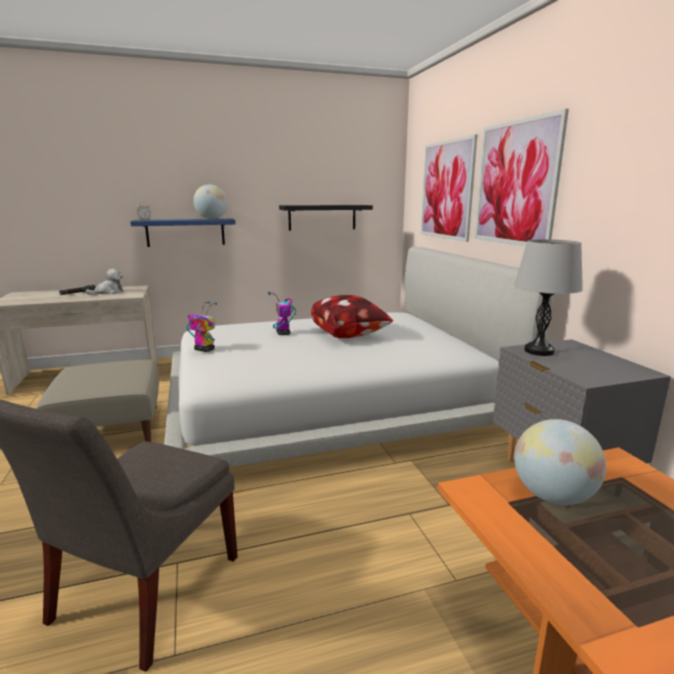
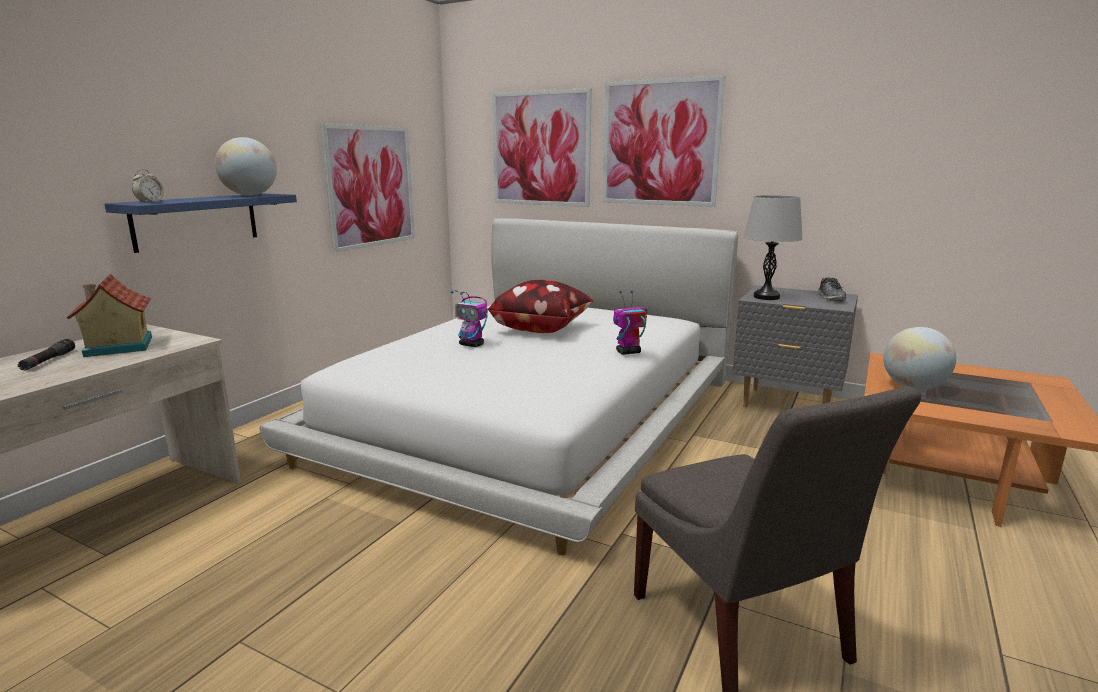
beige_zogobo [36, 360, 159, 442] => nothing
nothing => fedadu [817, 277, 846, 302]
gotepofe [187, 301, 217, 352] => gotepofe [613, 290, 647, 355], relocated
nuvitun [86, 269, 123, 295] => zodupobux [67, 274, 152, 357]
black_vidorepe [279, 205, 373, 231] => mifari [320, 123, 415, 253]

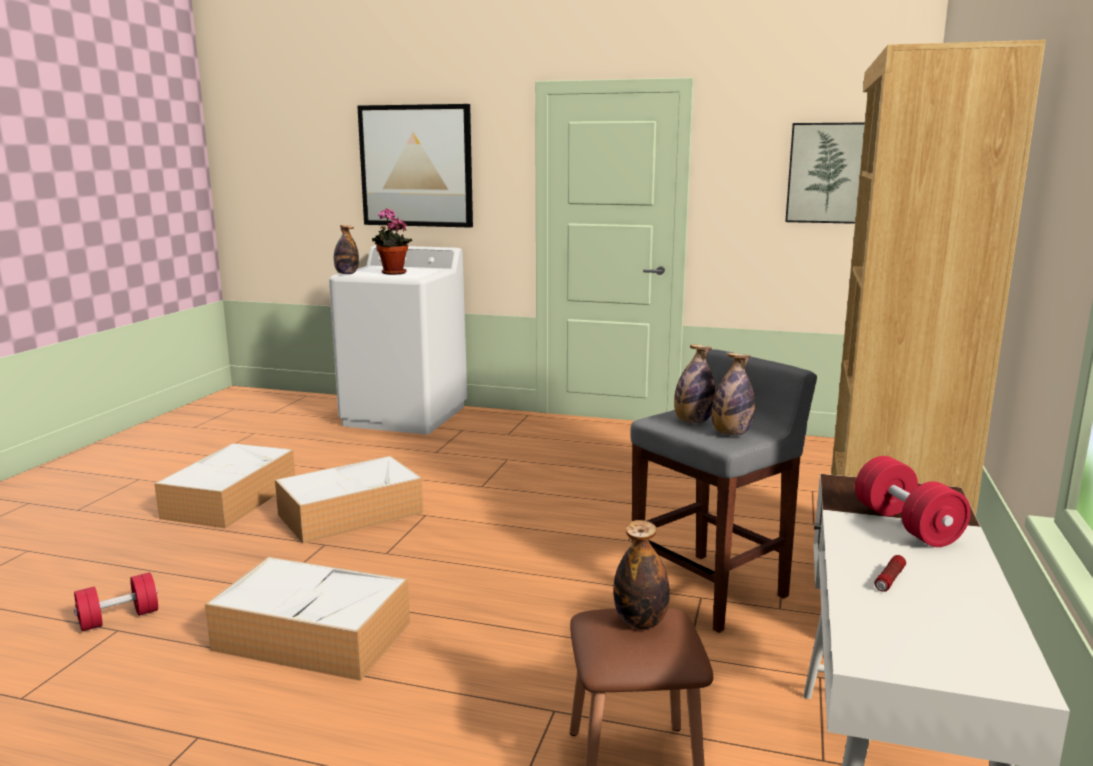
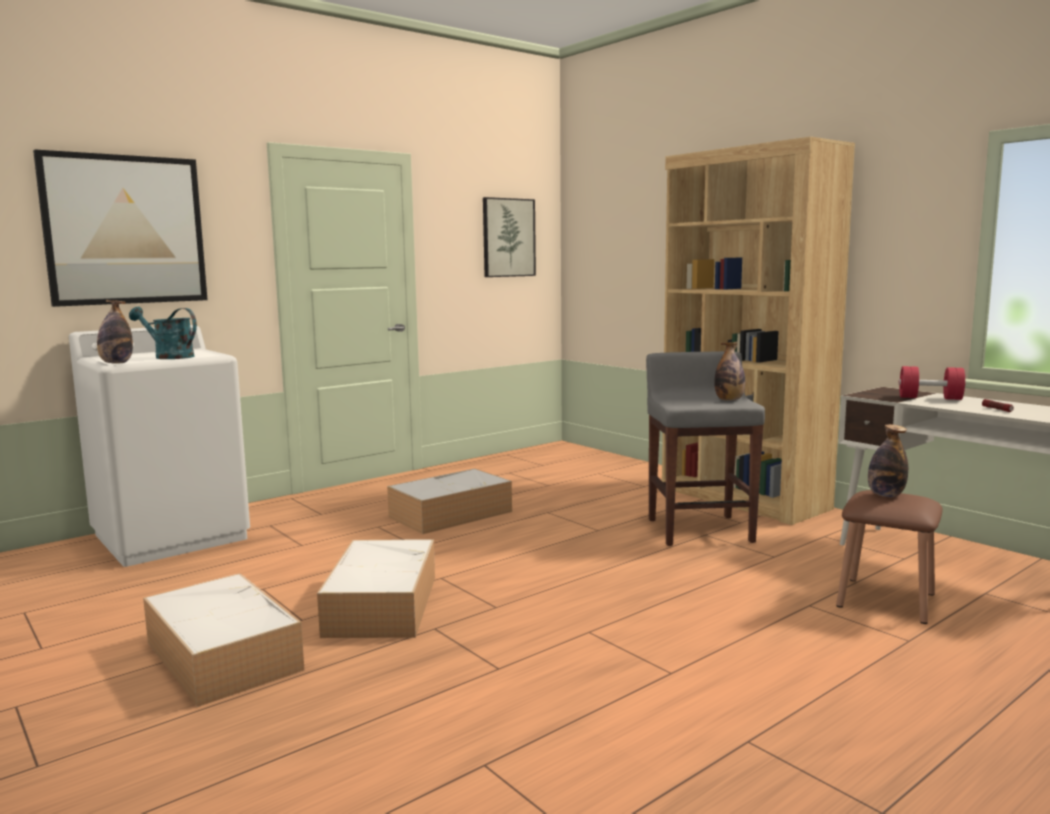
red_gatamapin [74, 572, 158, 632] => nothing
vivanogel [674, 345, 715, 424] => nothing
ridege [205, 557, 410, 681] => ridege [387, 468, 512, 534], relocated
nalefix [372, 208, 412, 275] => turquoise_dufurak [129, 307, 197, 359]

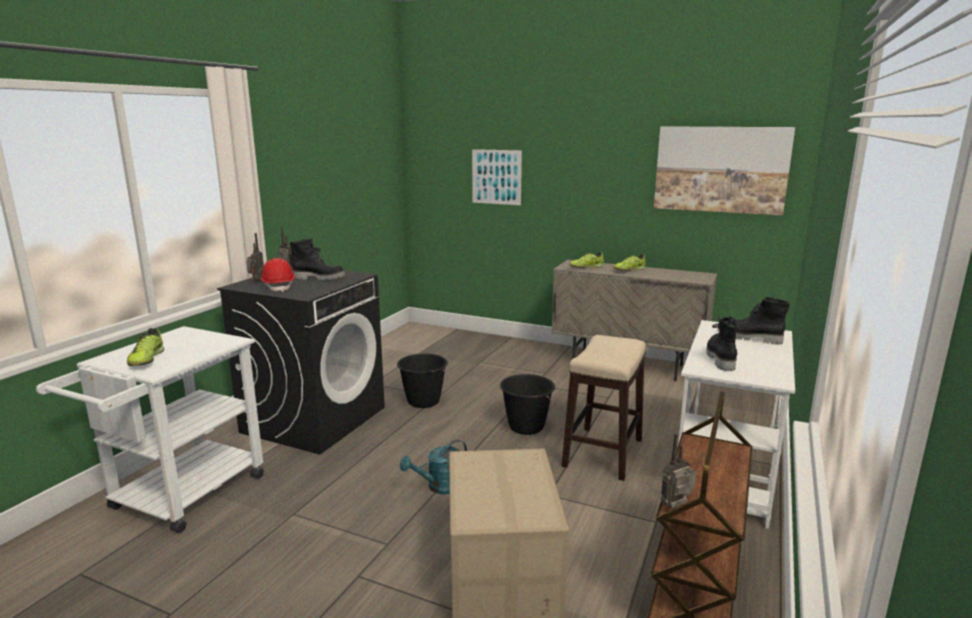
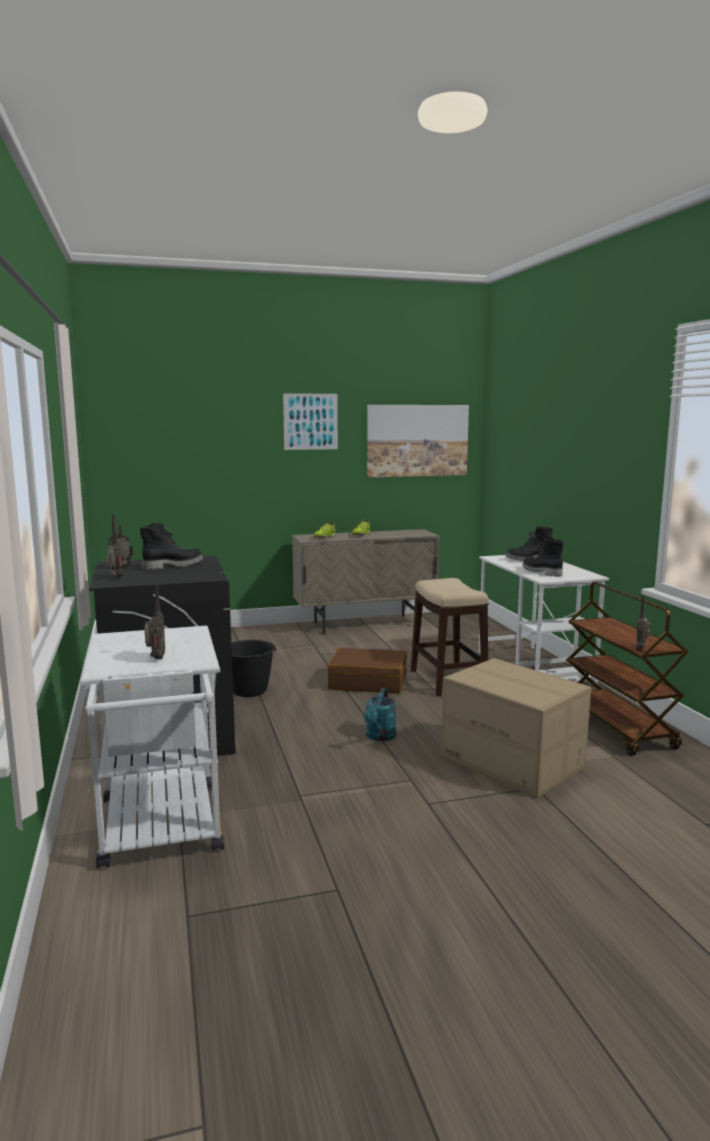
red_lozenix [260, 258, 295, 292] => nothing
mifari [472, 149, 522, 205] => mifari [283, 393, 338, 450], relocated
fedadu [127, 328, 164, 366] => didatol [144, 585, 165, 659]
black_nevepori [500, 374, 555, 435] => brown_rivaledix [327, 648, 407, 693]

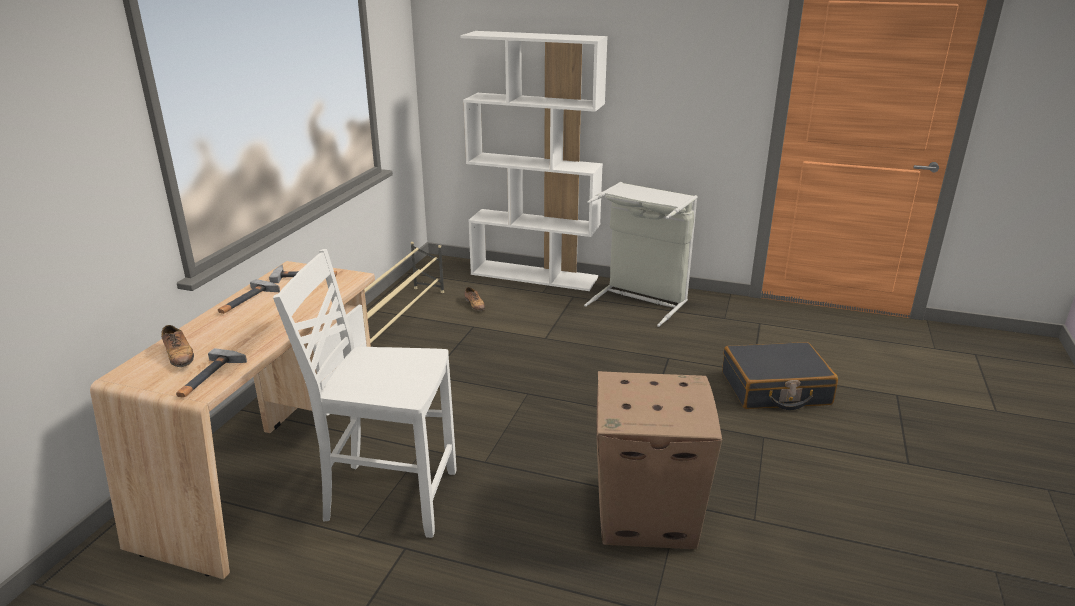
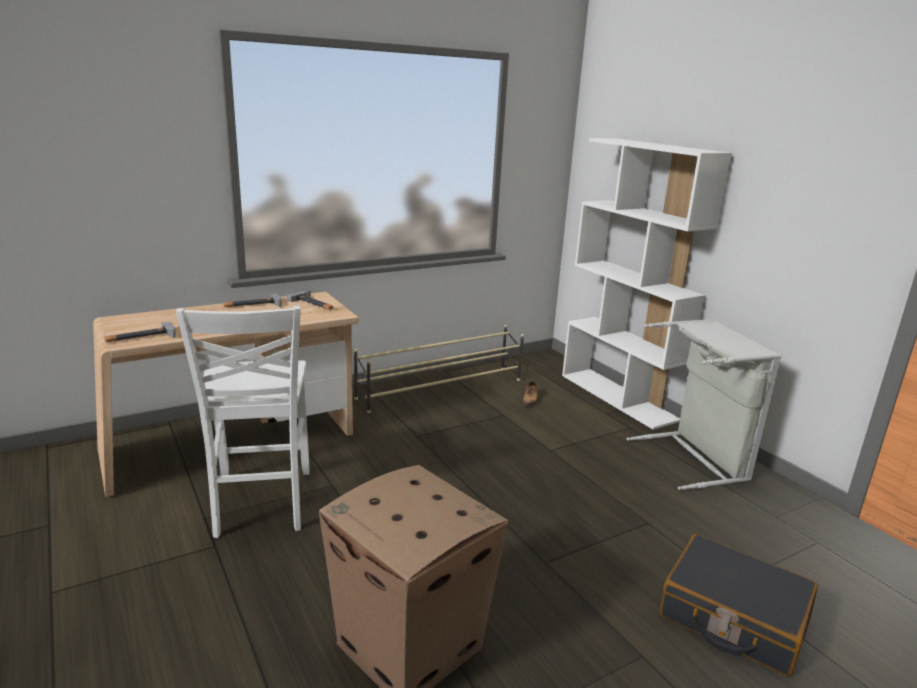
fedadu [161, 325, 194, 367] => nothing
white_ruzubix [273, 249, 456, 538] => white_ruzubix [176, 306, 310, 538], 150 degrees counterclockwise

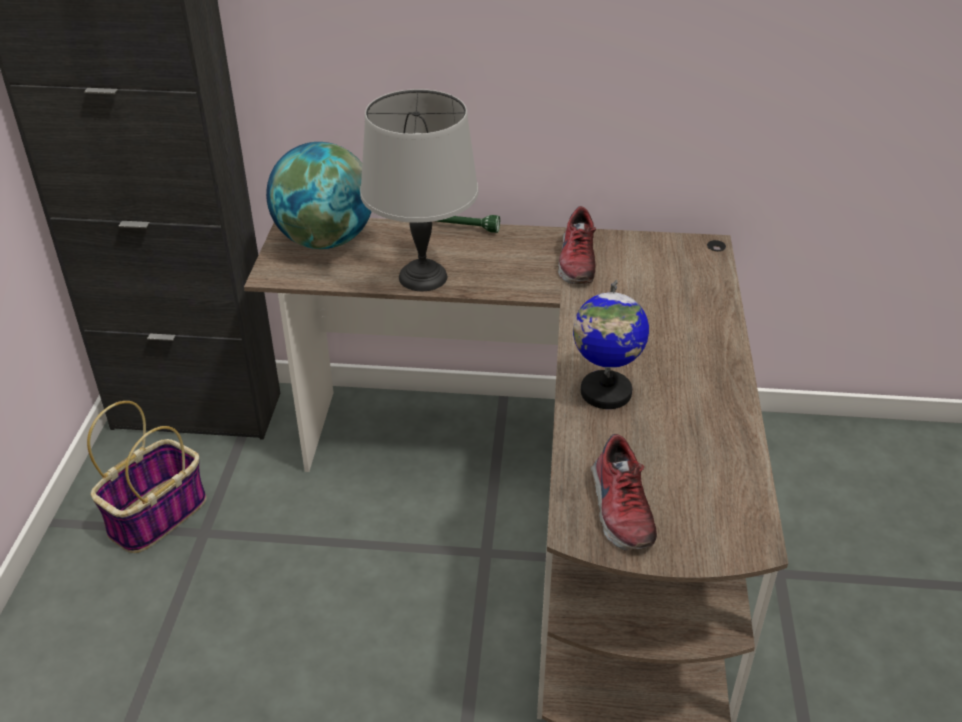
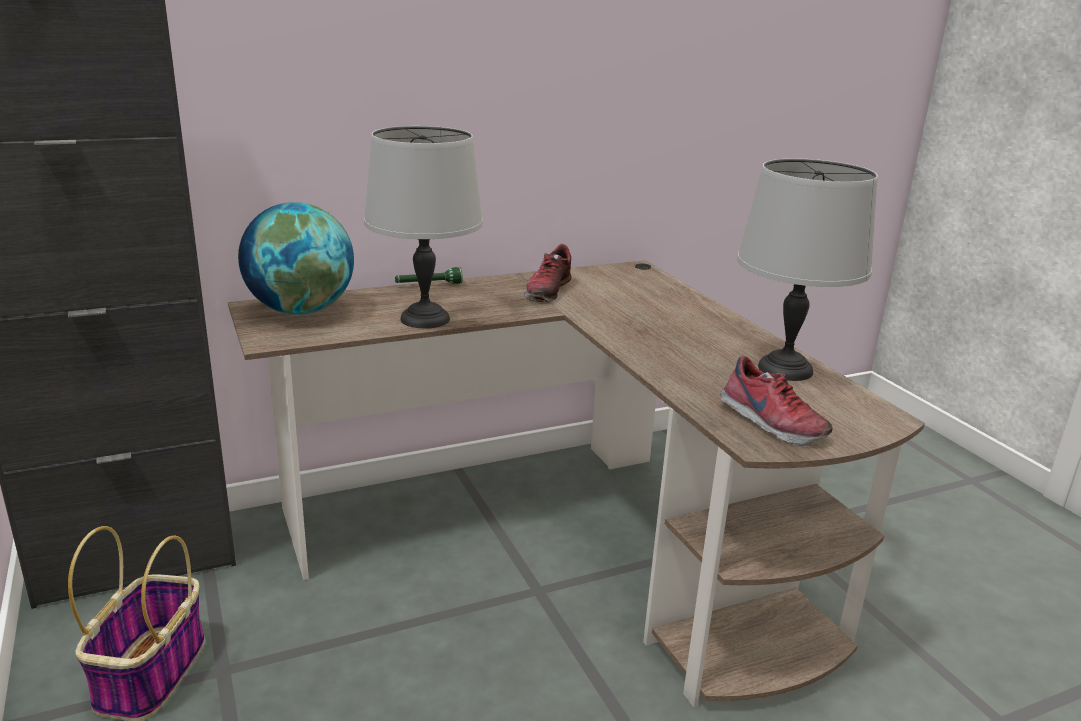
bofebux [573, 280, 649, 409] => nothing
nothing => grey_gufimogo [737, 158, 878, 381]
fedadu [558, 206, 596, 284] => fedadu [524, 244, 572, 302], 45 degrees clockwise

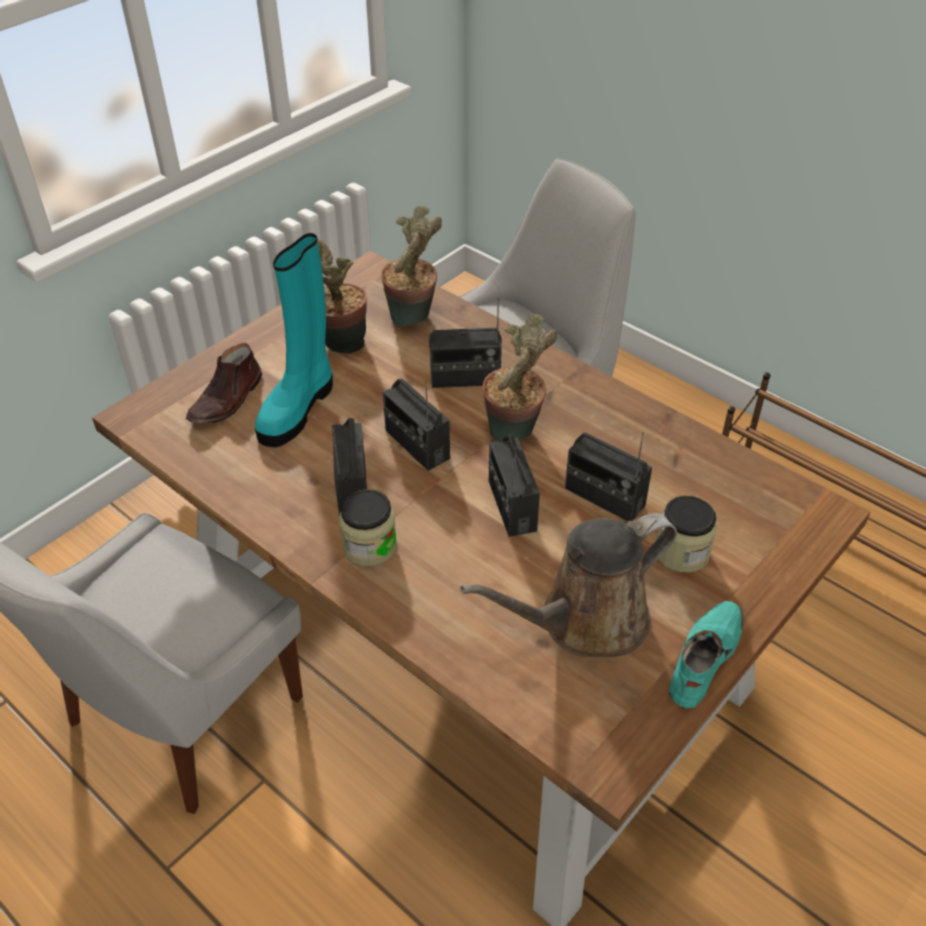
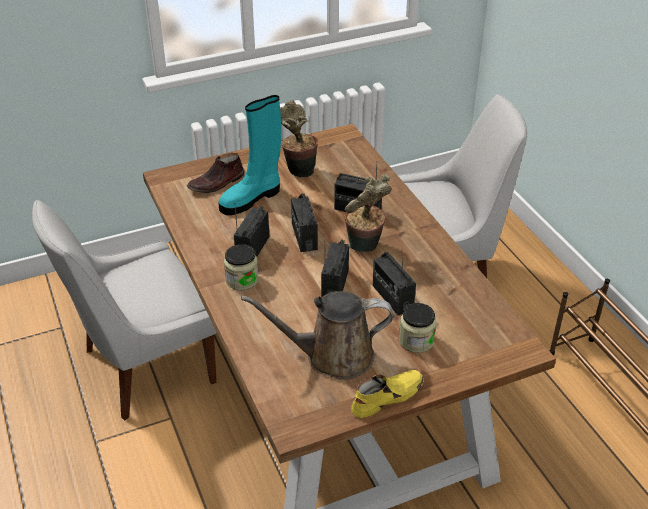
nalefix [381, 206, 442, 326] => nothing
turquoise_fedadu [669, 601, 743, 708] => yellow_fedadu [351, 370, 424, 418]

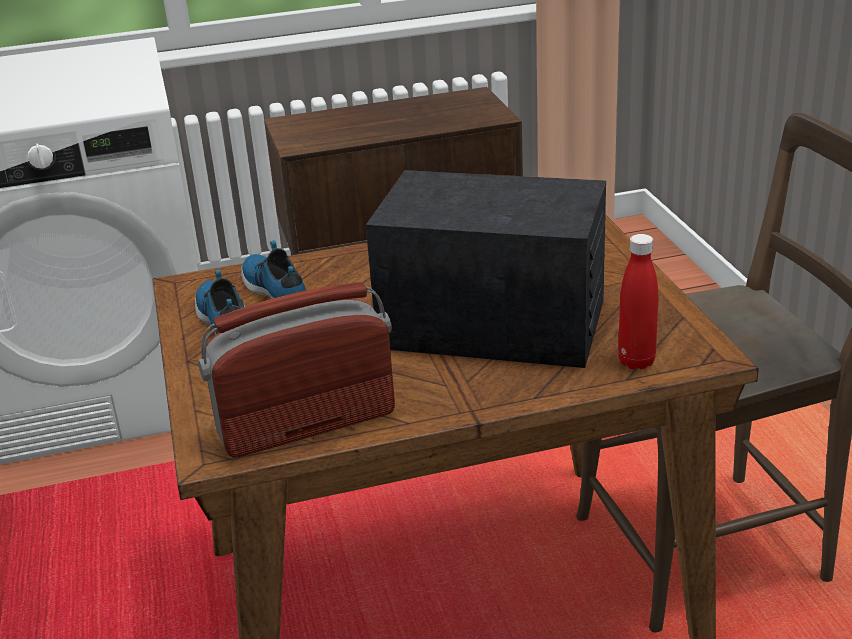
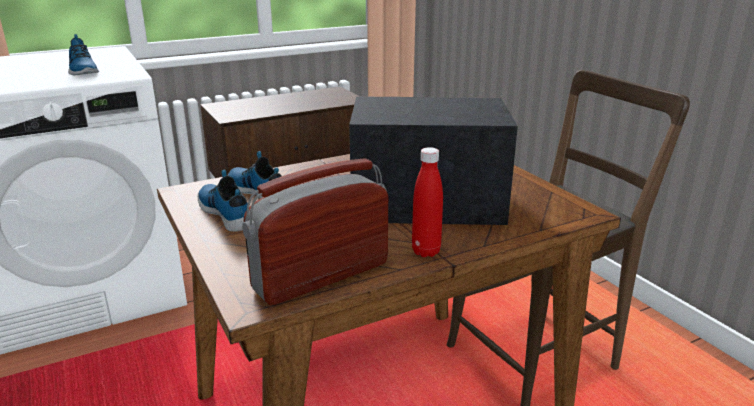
nothing => fedadu [68, 34, 99, 75]
red_vivanogel [618, 234, 658, 370] => red_vivanogel [412, 147, 443, 257], relocated

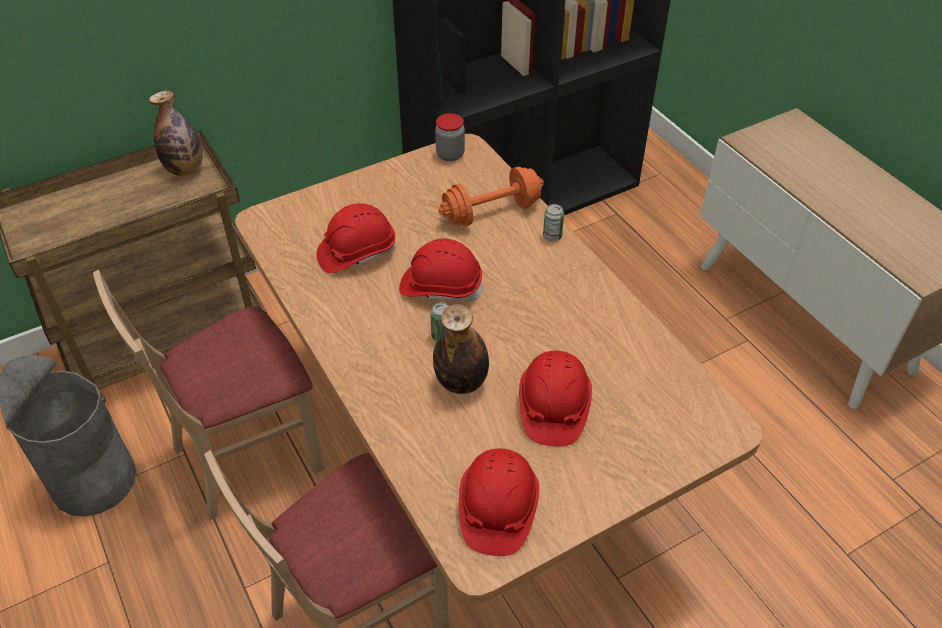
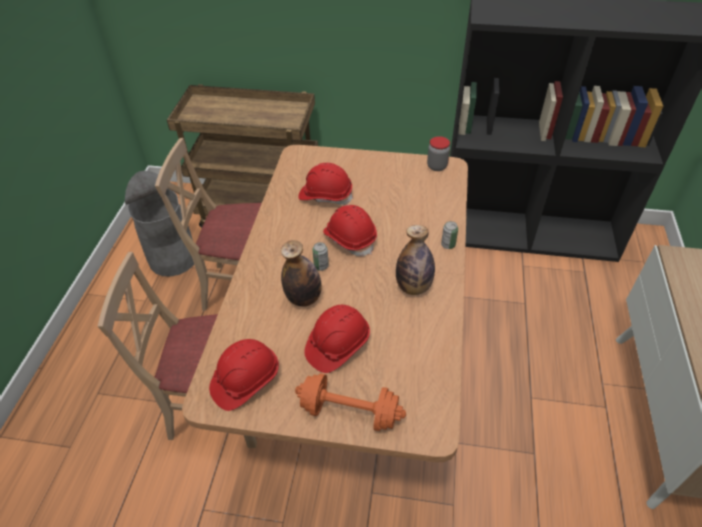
vivanogel [149, 91, 203, 176] => vivanogel [396, 225, 435, 295], relocated
orange_gatamapin [438, 166, 544, 226] => orange_gatamapin [295, 373, 406, 431], relocated

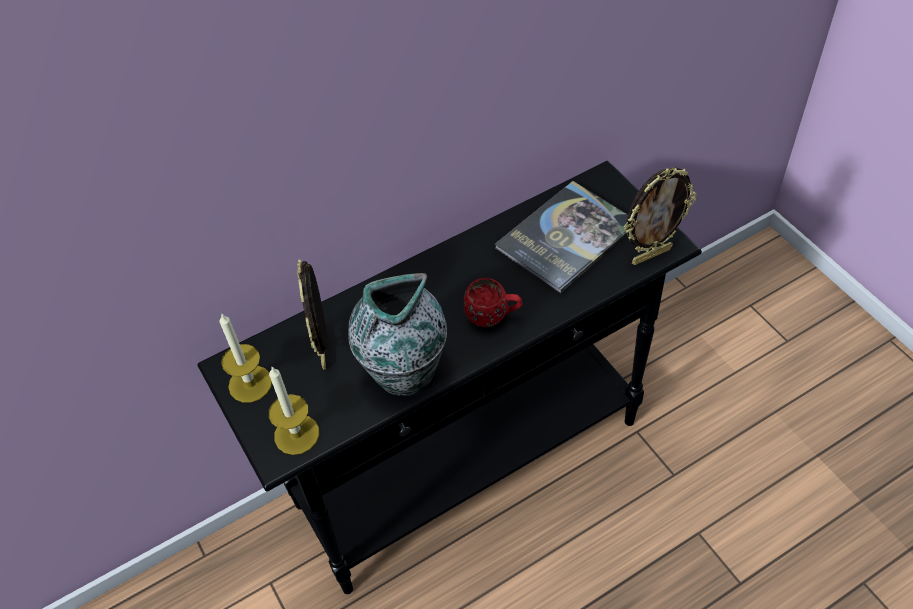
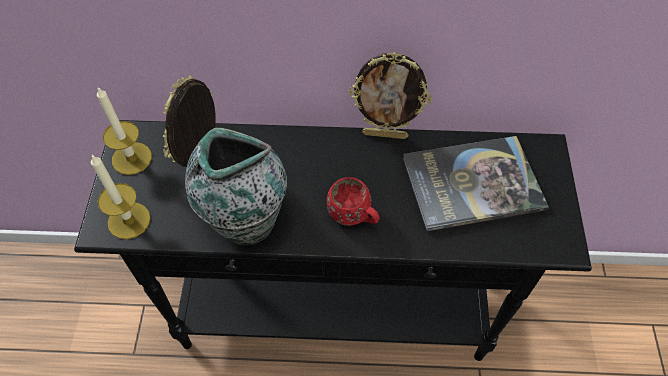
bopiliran [624, 167, 697, 265] => bopiliran [349, 52, 432, 139], relocated

